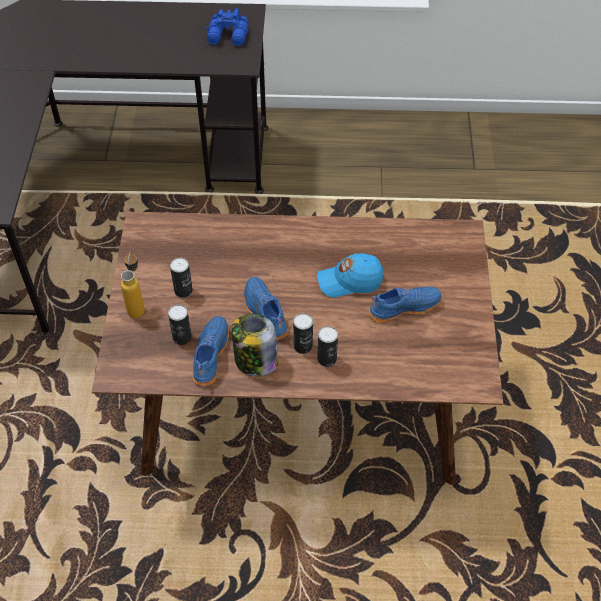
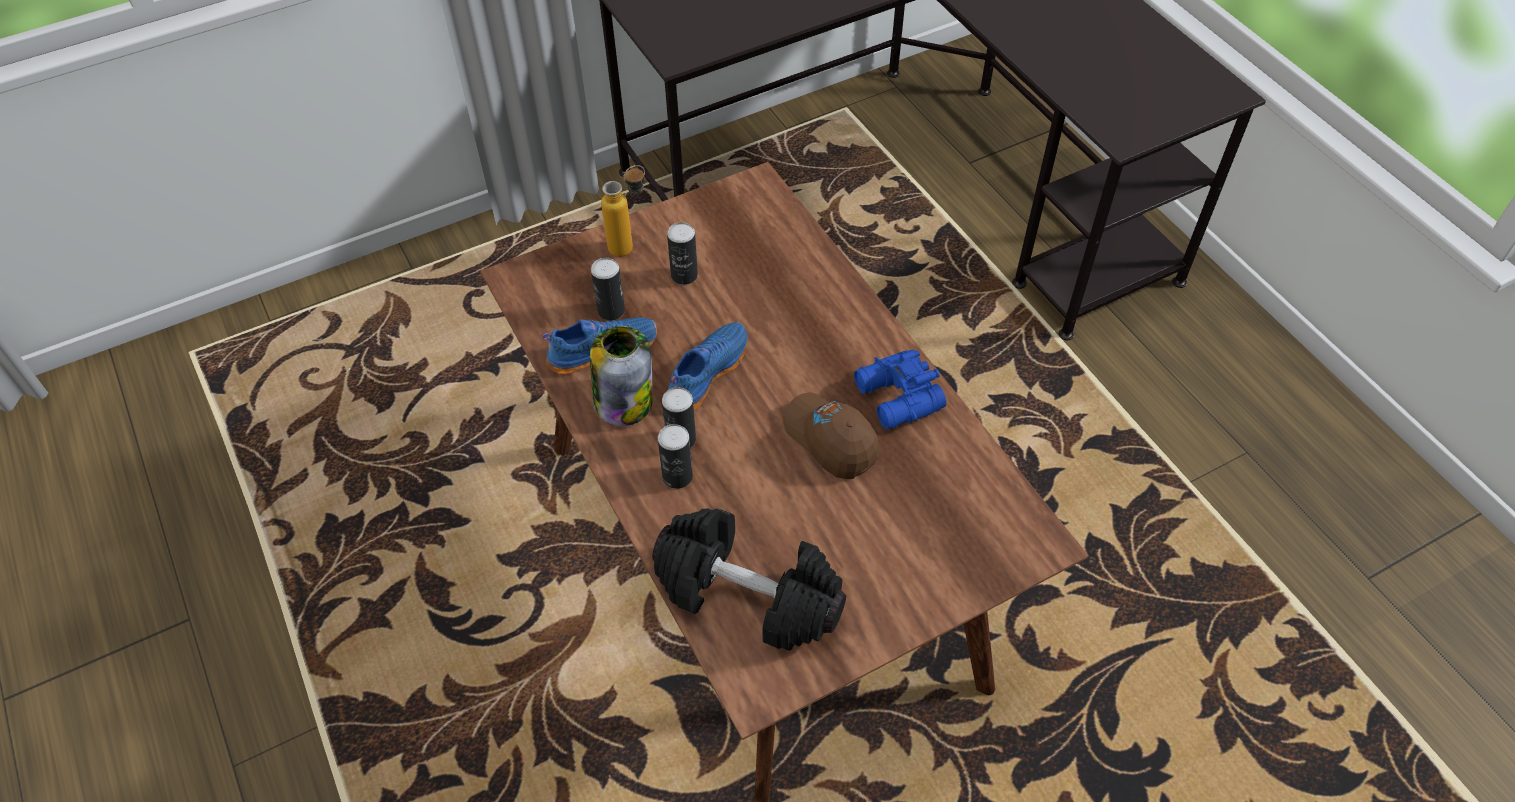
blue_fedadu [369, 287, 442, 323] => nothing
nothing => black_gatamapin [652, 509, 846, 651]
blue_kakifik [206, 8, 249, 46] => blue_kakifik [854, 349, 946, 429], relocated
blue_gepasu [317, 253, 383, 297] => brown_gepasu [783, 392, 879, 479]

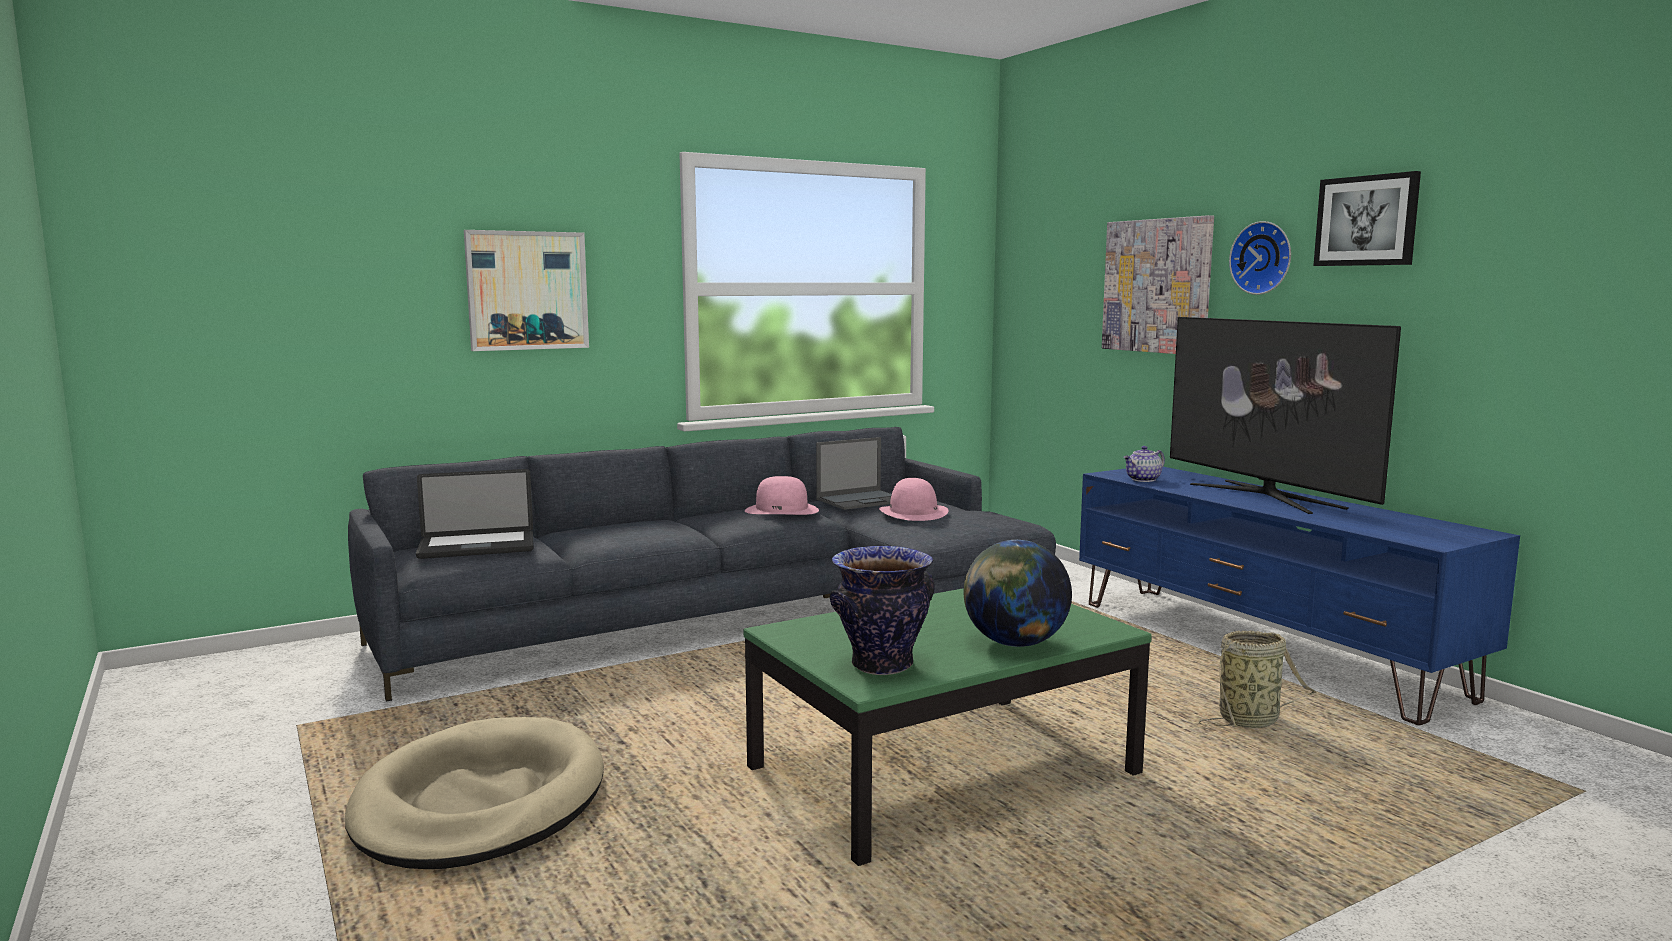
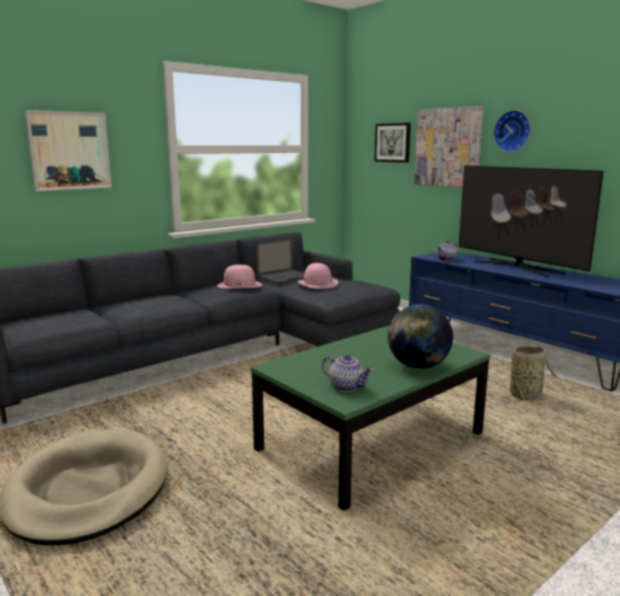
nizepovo [416, 469, 534, 559] => nothing
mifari [1313, 171, 1421, 266] => mifari [374, 123, 411, 163], relocated
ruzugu [830, 546, 935, 675] => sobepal [322, 355, 373, 392]

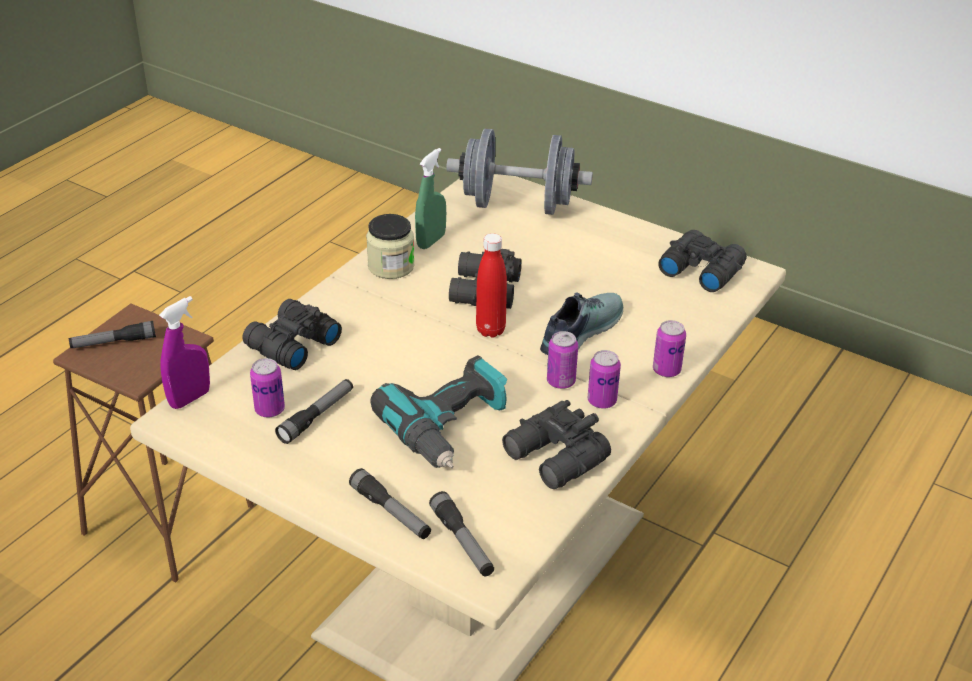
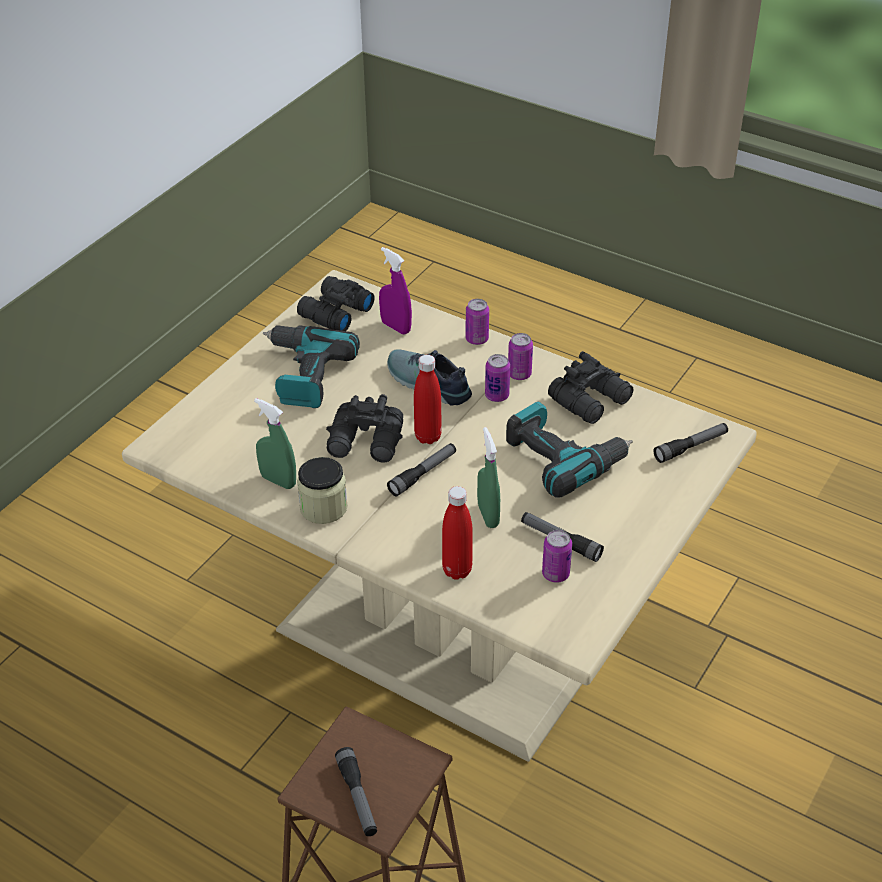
grey_gatamapin [446, 128, 593, 215] => nothing
nothing => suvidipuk [263, 325, 360, 408]
nothing => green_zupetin [477, 427, 500, 528]
purple_zupetin [159, 296, 210, 409] => purple_zupetin [379, 247, 412, 334], relocated
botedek [349, 468, 431, 539] => botedek [387, 443, 456, 497], relocated
black_kakifik [243, 299, 342, 370] => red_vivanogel [442, 486, 473, 580]

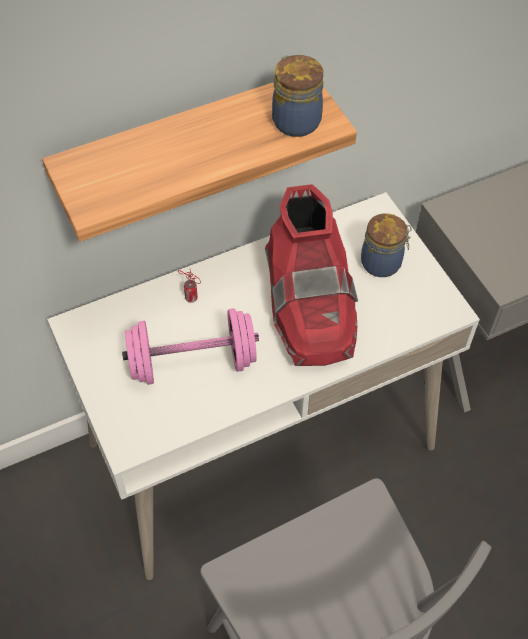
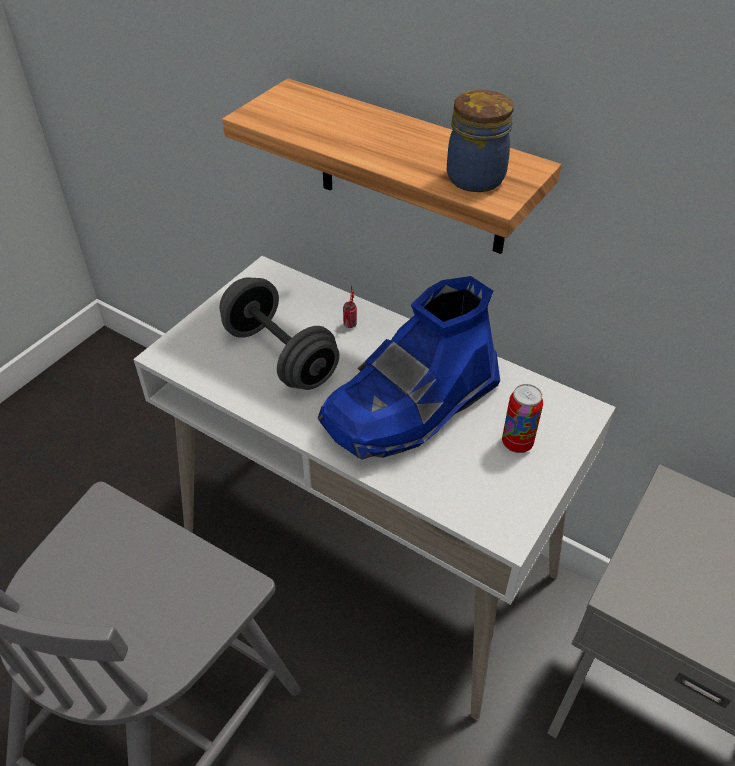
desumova [361, 213, 412, 277] => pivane [502, 384, 543, 453]
pink_gatamapin [122, 308, 259, 385] => grey_gatamapin [219, 277, 339, 390]
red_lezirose [265, 184, 358, 366] => blue_lezirose [317, 276, 500, 460]

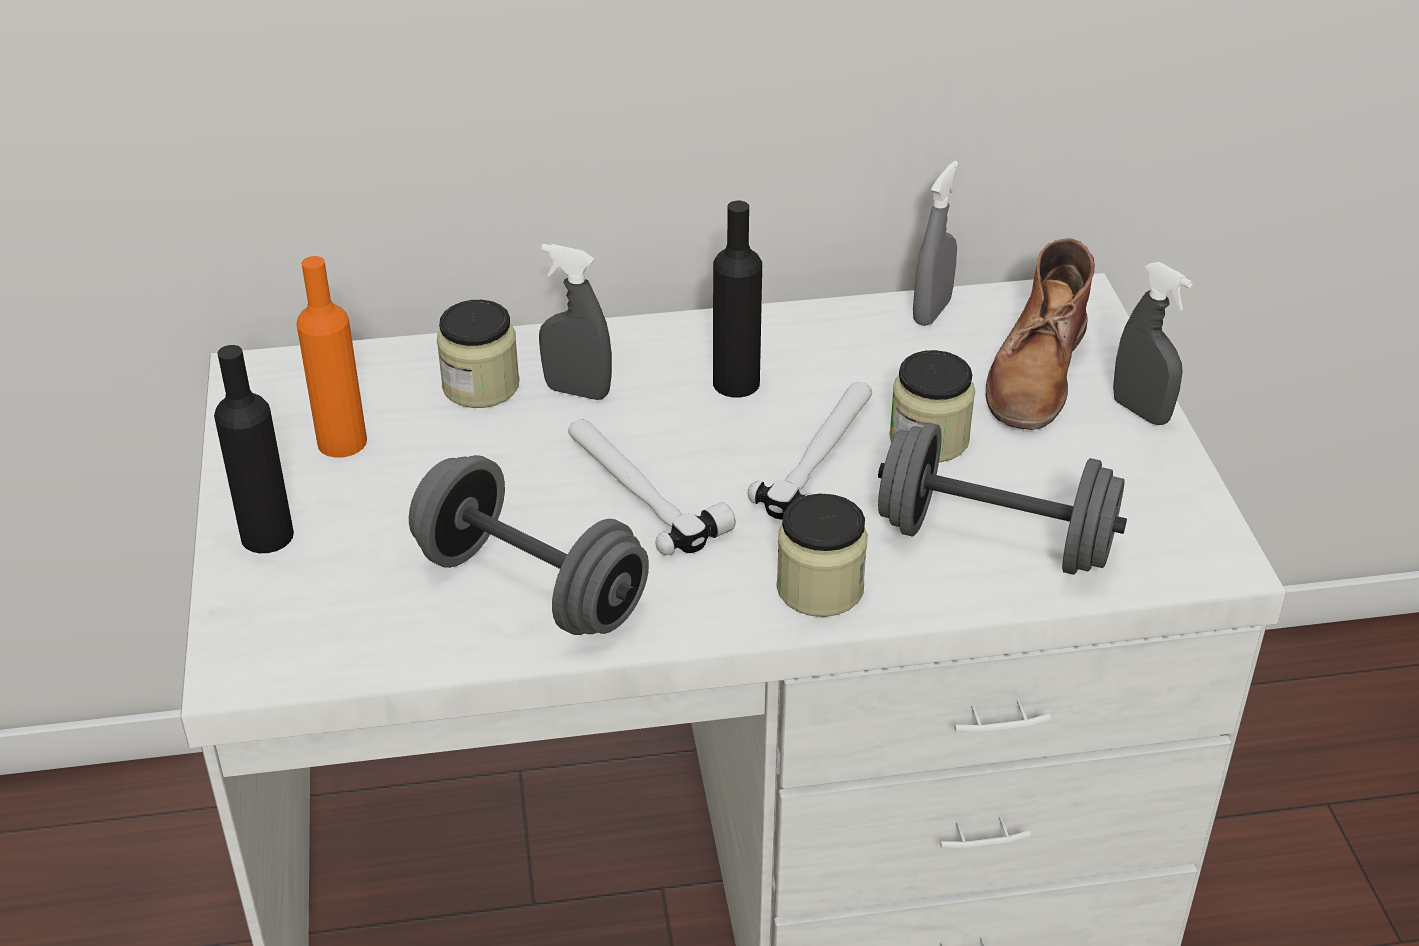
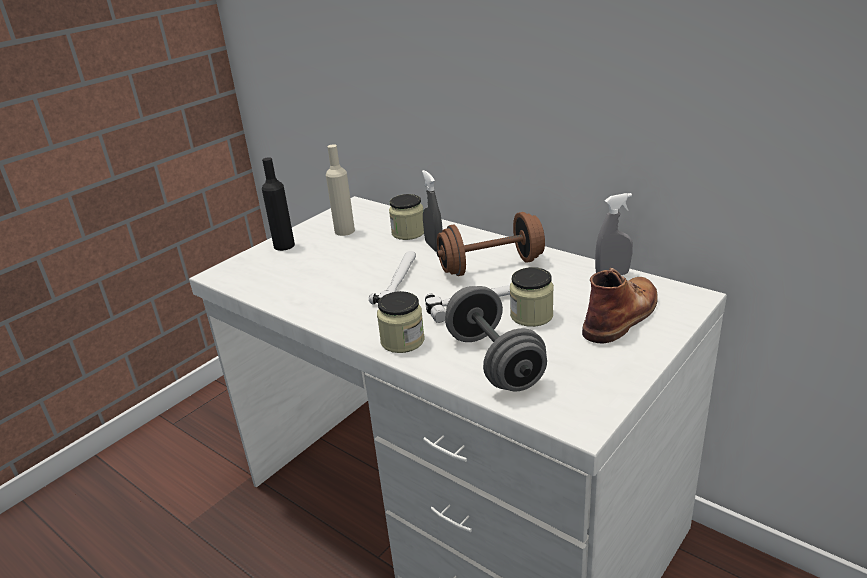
grey_gatamapin [409, 455, 649, 635] => nothing
grey_zupetin [1113, 262, 1193, 425] => nothing
black_vivanogel [713, 201, 762, 397] => brown_gatamapin [437, 212, 545, 276]
orange_vivanogel [296, 256, 367, 458] => beige_vivanogel [326, 144, 355, 236]
brown_lezirose [986, 238, 1095, 430] => brown_lezirose [582, 268, 658, 343], 150 degrees clockwise

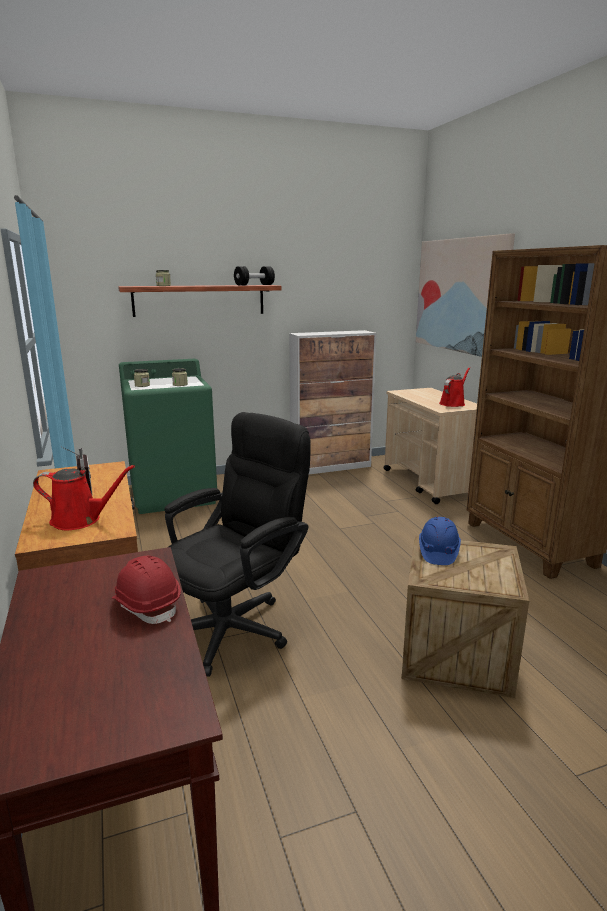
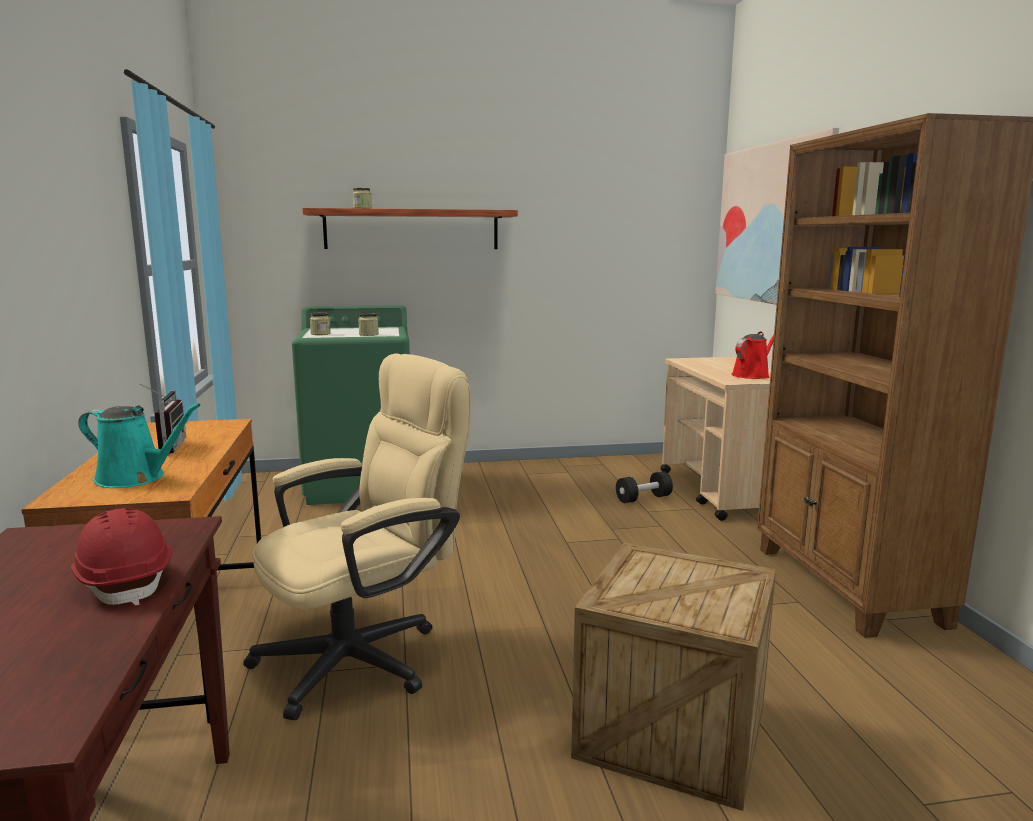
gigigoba [289, 330, 376, 474] => nothing
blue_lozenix [419, 517, 461, 565] => nothing
black_gatamapin [234, 266, 275, 285] => black_gatamapin [616, 471, 673, 503], relocated
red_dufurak [33, 465, 135, 530] => turquoise_dufurak [78, 403, 201, 488]
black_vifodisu [164, 412, 311, 677] => beige_vifodisu [243, 353, 470, 720]

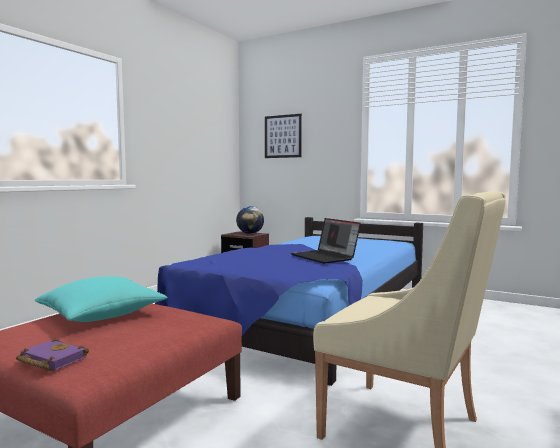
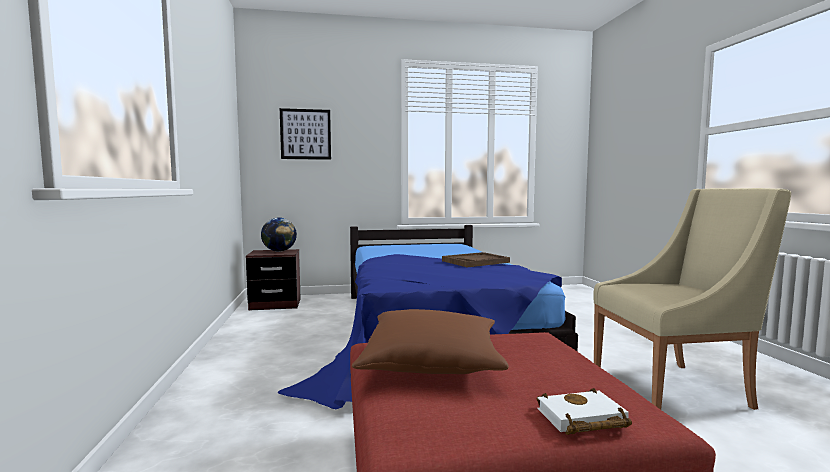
nizepovo [291, 218, 361, 264] => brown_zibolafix [442, 252, 510, 267]
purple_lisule [16, 338, 89, 372] => white_lisule [537, 388, 632, 435]
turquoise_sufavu [35, 276, 168, 322] => brown_sufavu [352, 309, 509, 374]

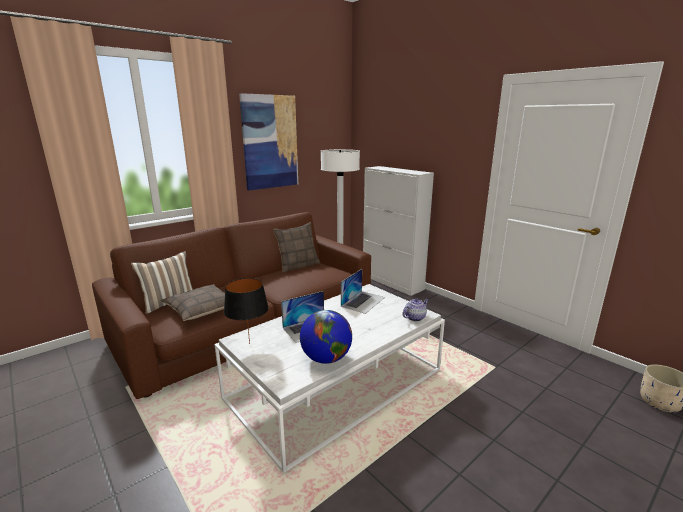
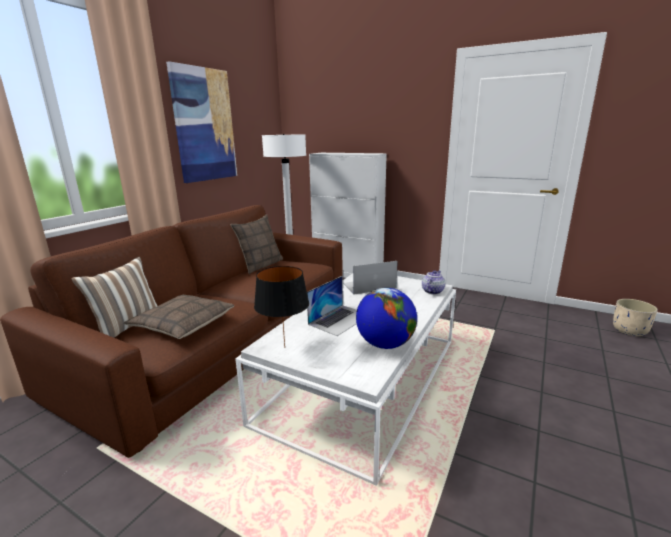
nizepovo [341, 269, 385, 314] => nizepovo [343, 261, 398, 295], 120 degrees counterclockwise

